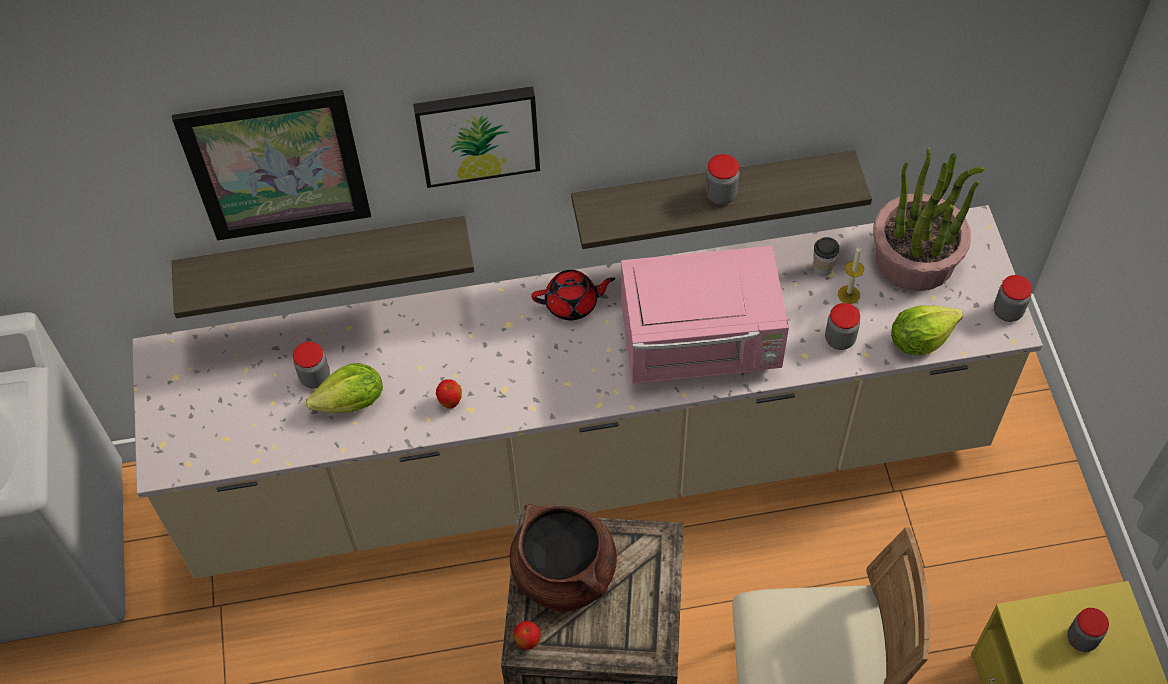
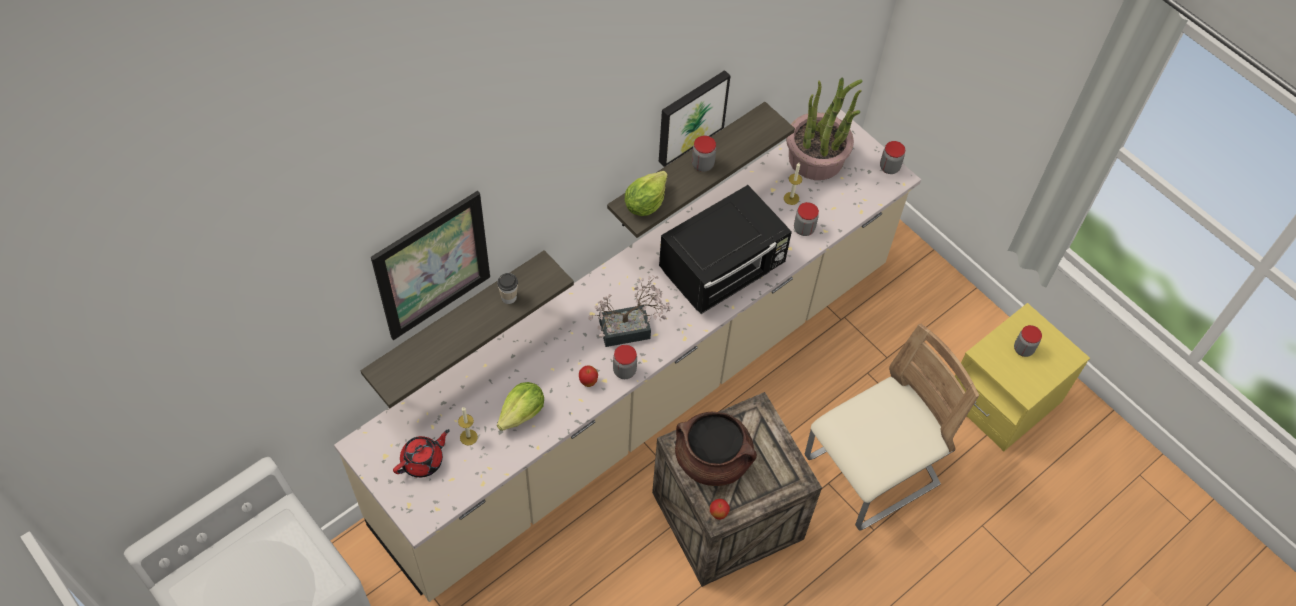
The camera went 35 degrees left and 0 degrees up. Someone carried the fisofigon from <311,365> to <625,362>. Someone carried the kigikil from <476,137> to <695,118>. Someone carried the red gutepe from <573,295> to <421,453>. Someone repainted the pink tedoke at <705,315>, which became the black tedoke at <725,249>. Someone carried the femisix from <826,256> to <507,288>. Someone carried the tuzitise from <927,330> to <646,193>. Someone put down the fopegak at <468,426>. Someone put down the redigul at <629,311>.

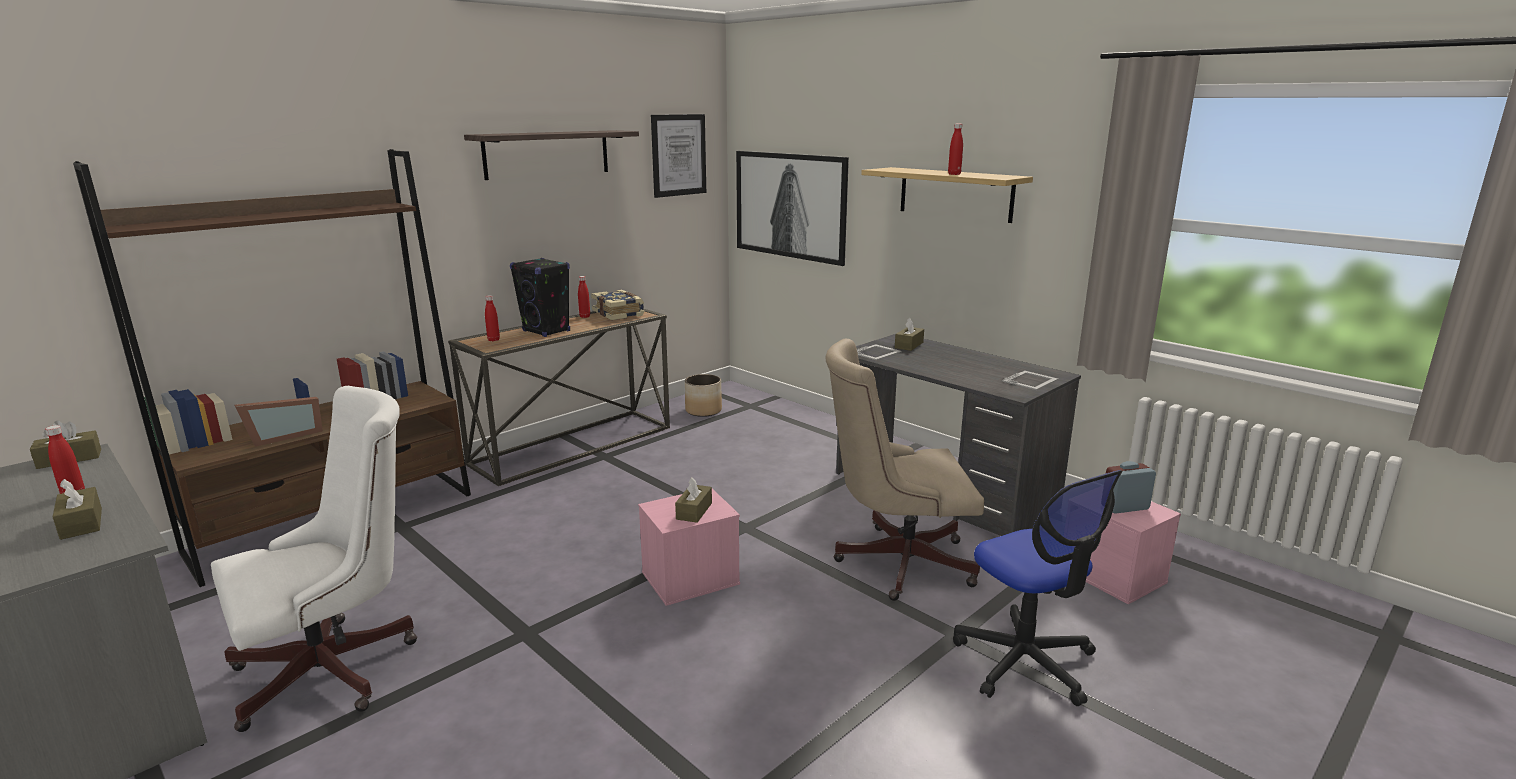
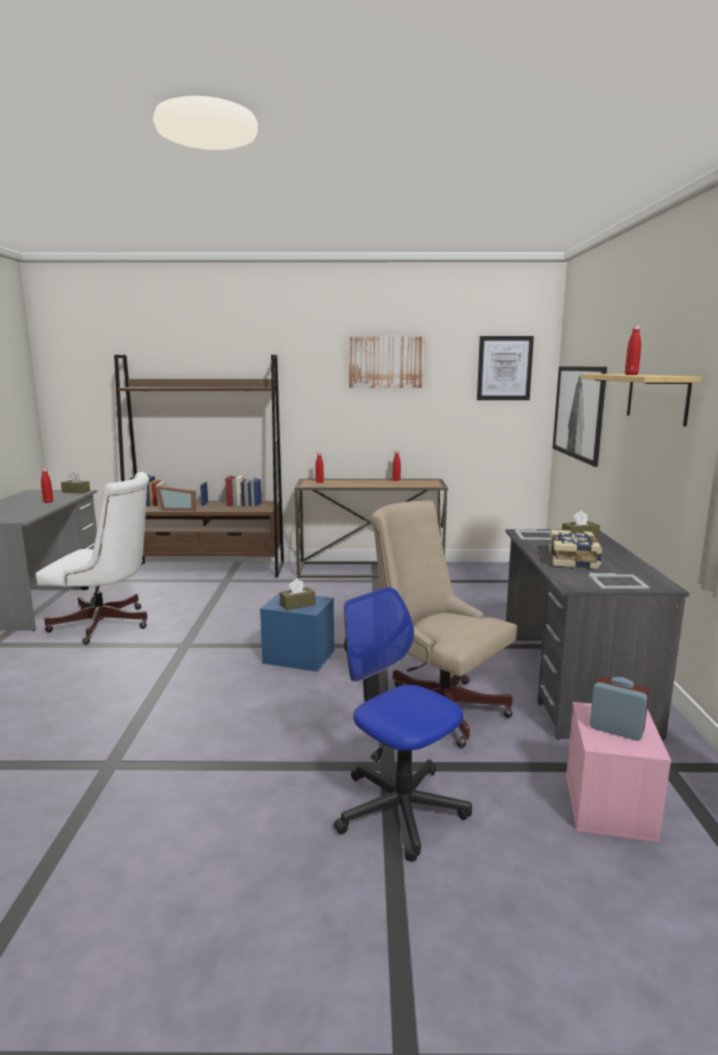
The camera went 45 degrees right and 5 degrees down. Someone took away the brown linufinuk at <77,509>. Someone swapped the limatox at <551,155> for the kigikil at <387,362>. Someone took away the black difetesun at <540,297>. Someone carried the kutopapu from <617,305> to <575,549>. Someone repainted the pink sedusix at <689,547>, which became the blue sedusix at <297,632>. Someone took away the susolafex at <703,395>. Someone rotated the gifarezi at <1038,588> by 120 degrees clockwise.

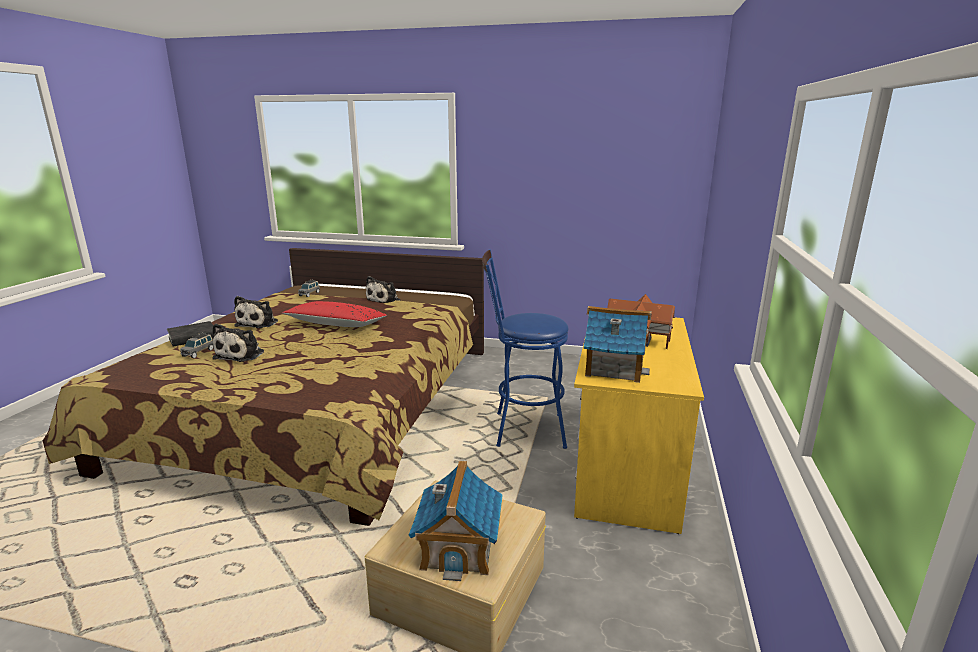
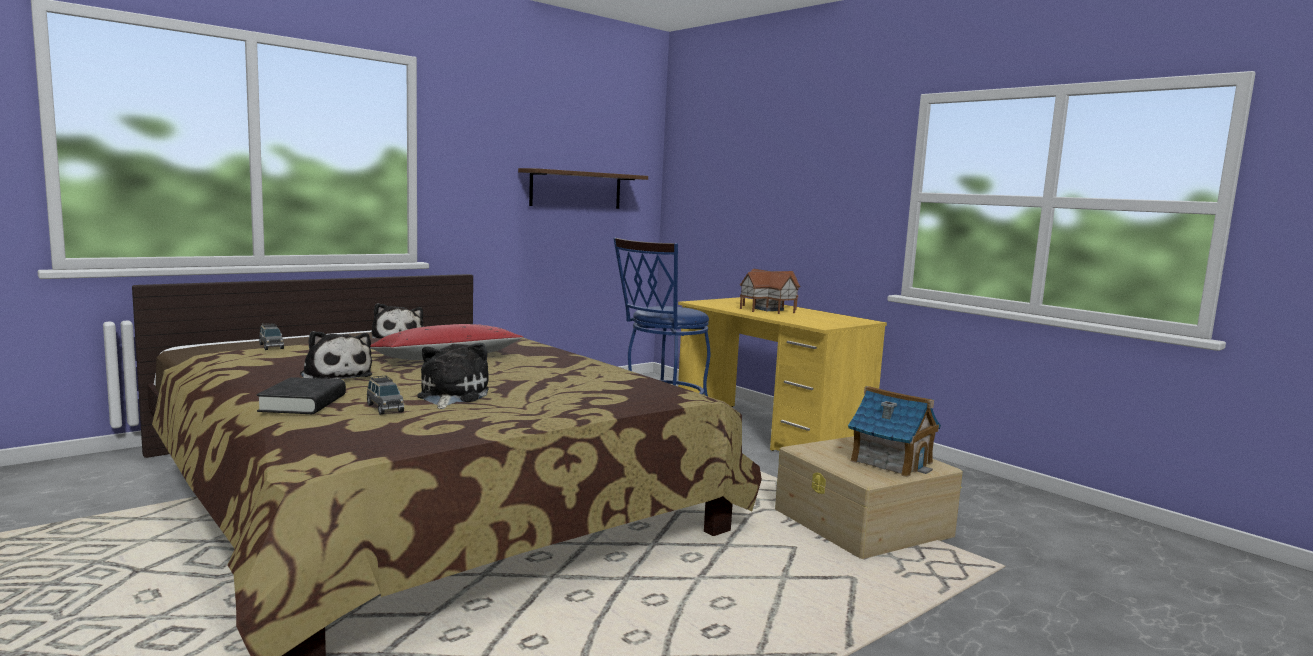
The camera went 55 degrees left and 10 degrees down. Someone rotated the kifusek at <238,342> by 135 degrees counterclockwise. Someone took away the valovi at <618,344>. Someone put up the brown limatox at <583,188>.

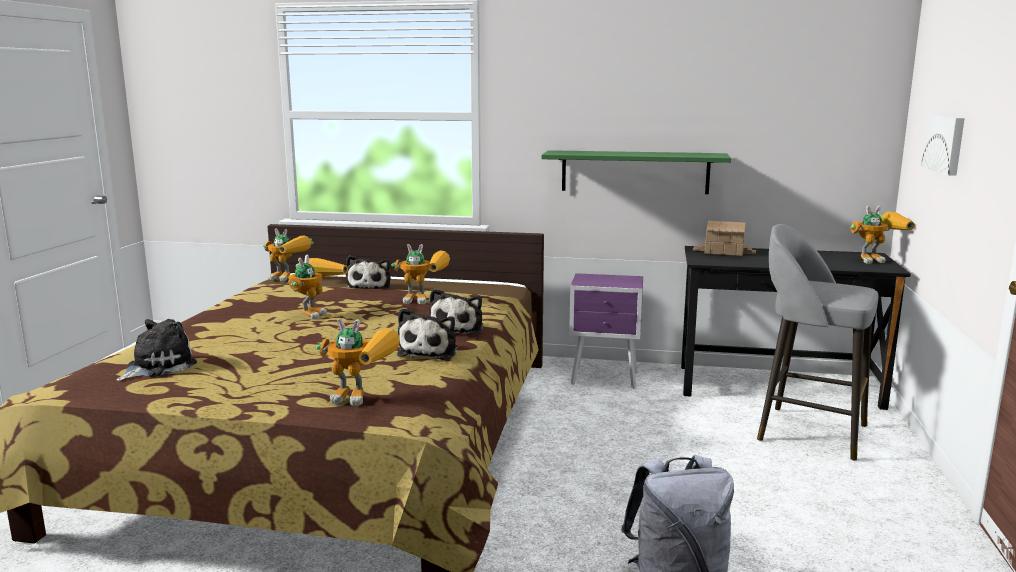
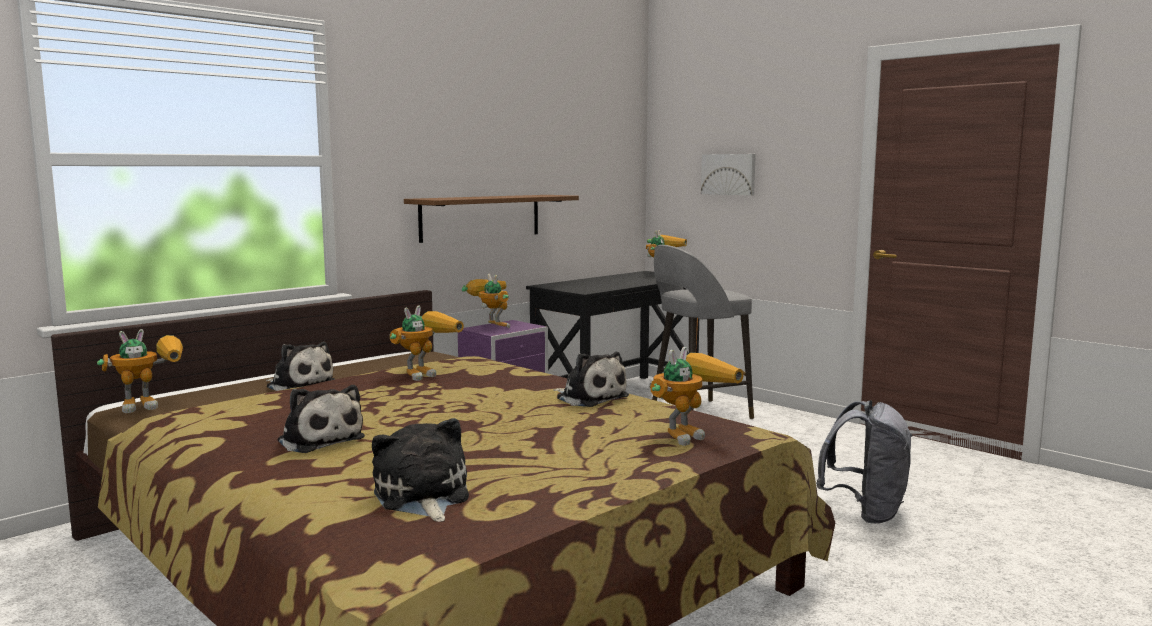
The camera went 55 degrees left and 5 degrees down. Someone carried the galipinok from <318,287> to <486,301>. Someone carried the kifusek from <456,311> to <321,419>. Someone repainted the green limatox at <636,172>, which became the brown limatox at <491,219>. Someone took away the valovi at <724,238>.

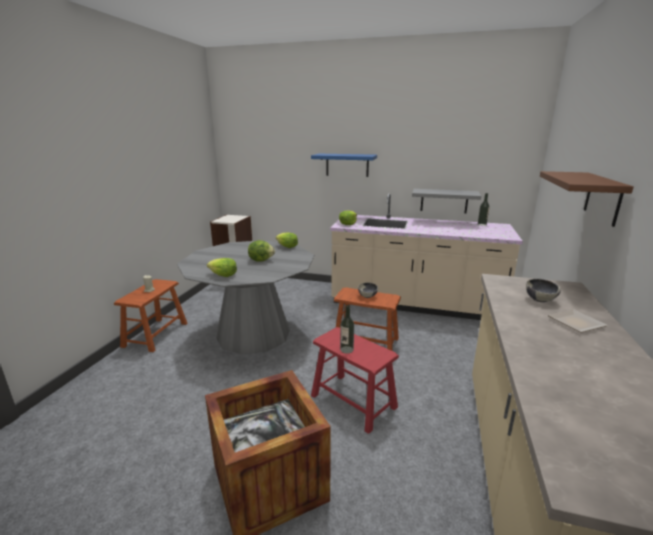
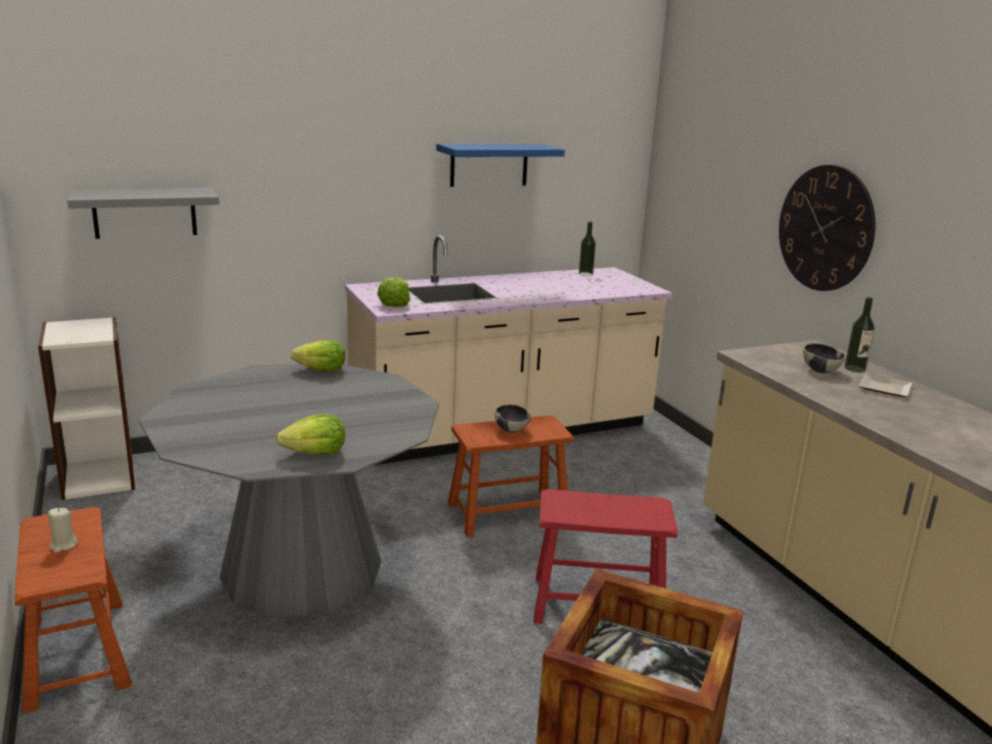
The camera went 40 degrees left and 0 degrees up. Someone took away the tuzitise at <261,251>. Someone carried the blue limatox from <344,165> to <500,165>. Someone carried the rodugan from <347,329> to <859,335>. Someone carried the grey limatox from <446,201> to <143,213>. Someone swapped the brown limatox at <587,199> for the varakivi at <827,228>.

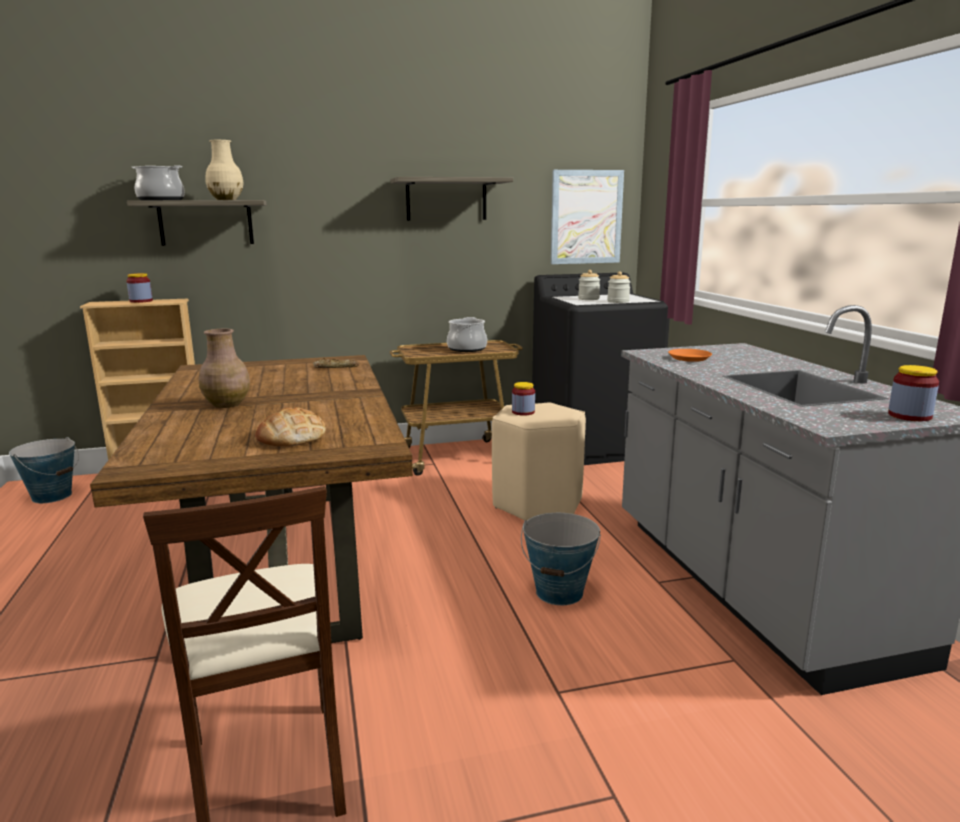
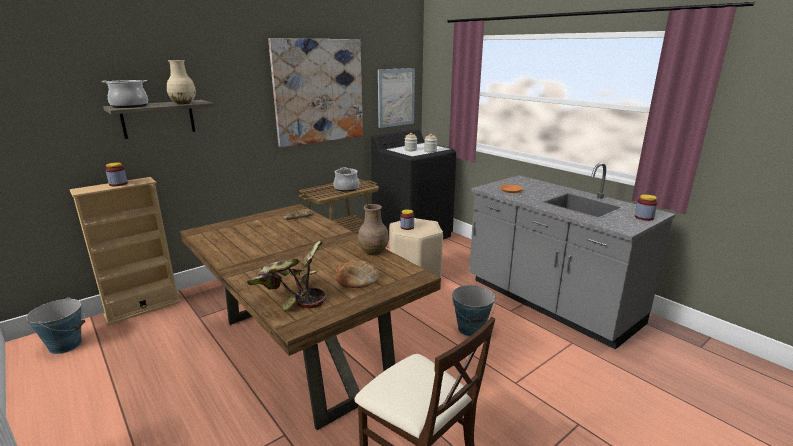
The camera went 25 degrees left and 5 degrees up. Someone carried the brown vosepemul from <224,368> to <373,229>. Someone swapped the limatox at <452,199> for the kigikil at <315,92>. Someone put down the redigul at <286,275>.

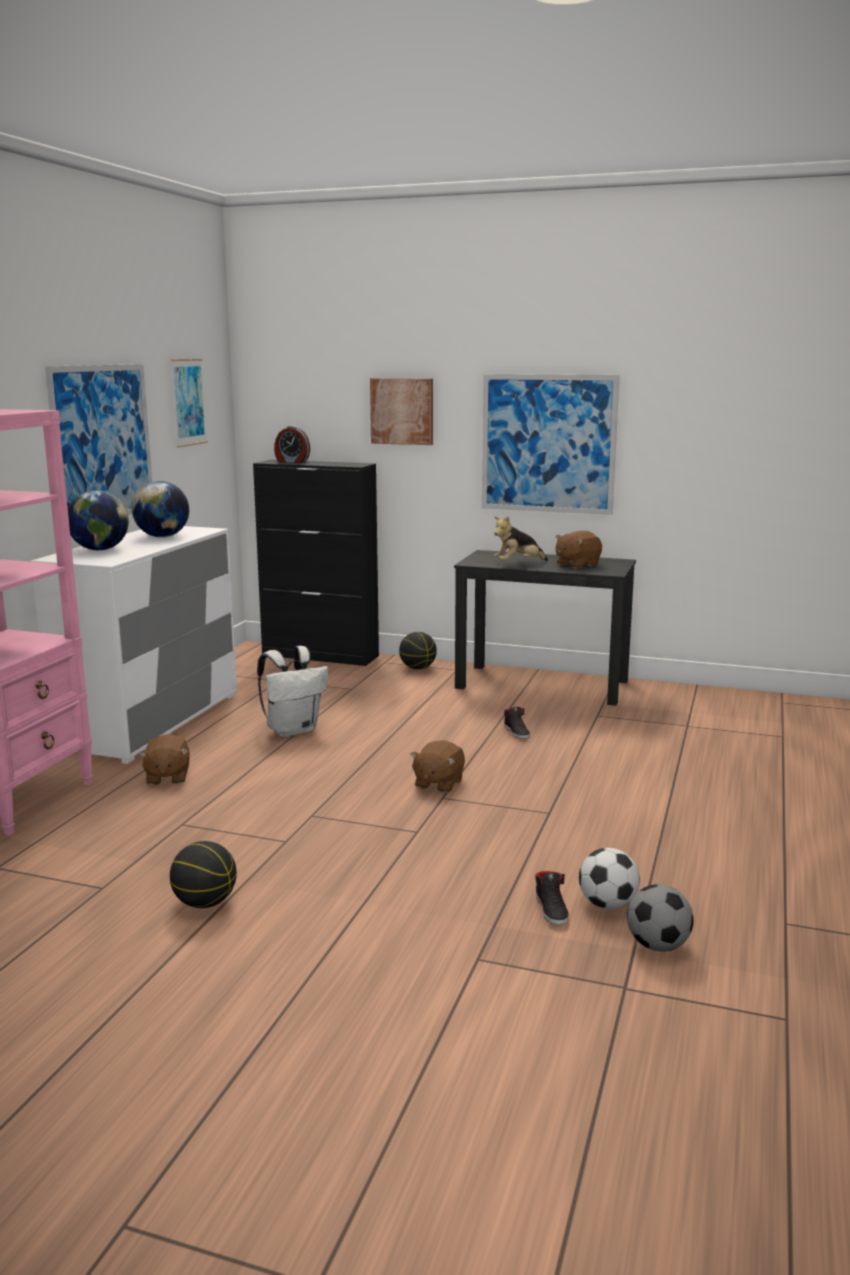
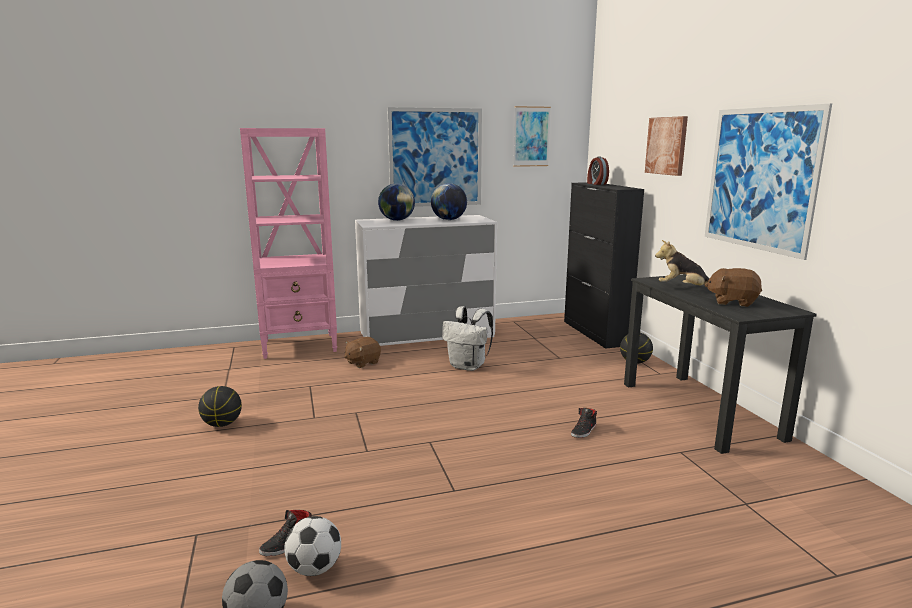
The camera went 55 degrees right and 0 degrees up. Someone took away the brown kifusek at <437,766>.

